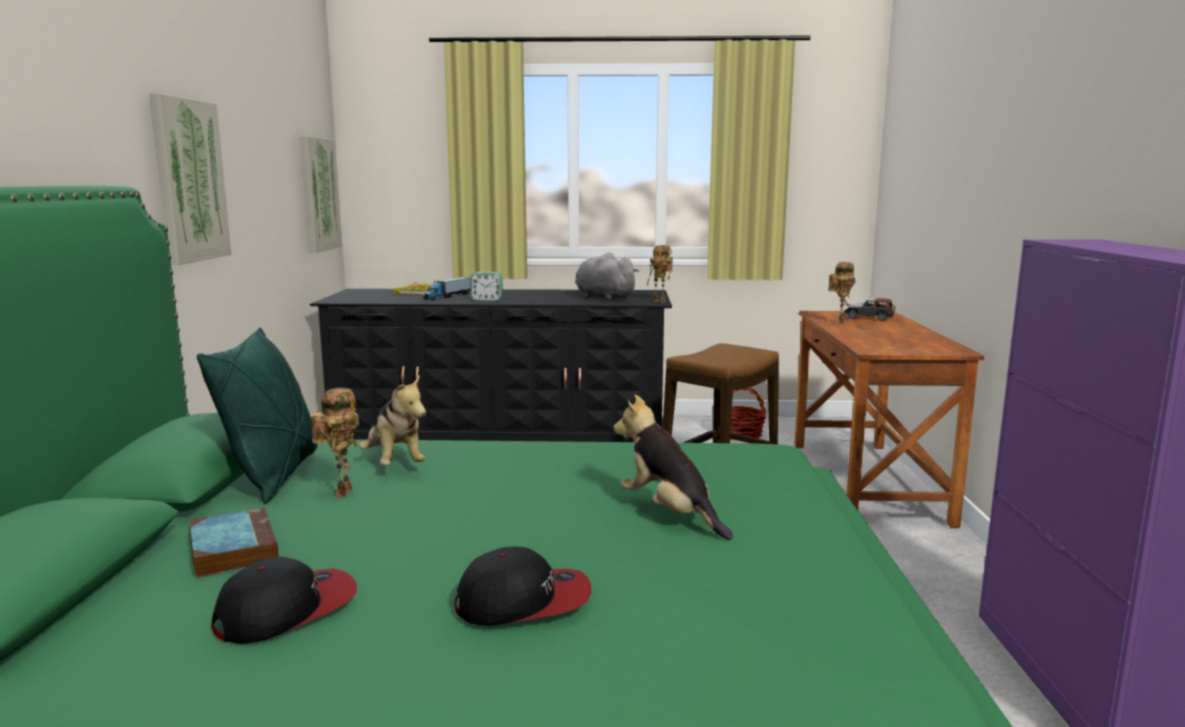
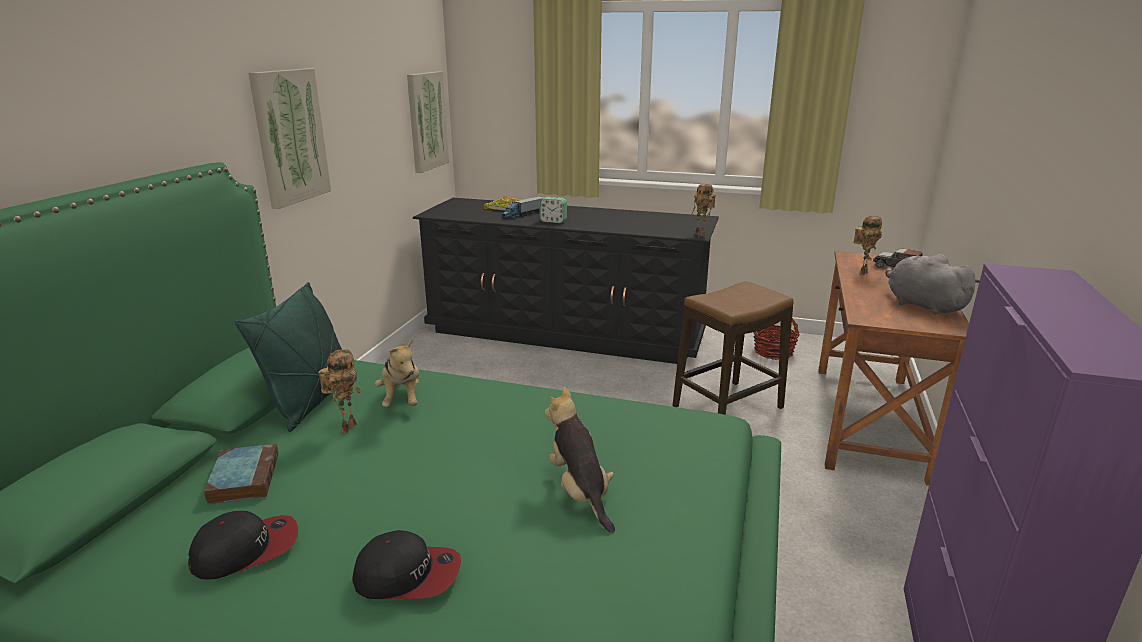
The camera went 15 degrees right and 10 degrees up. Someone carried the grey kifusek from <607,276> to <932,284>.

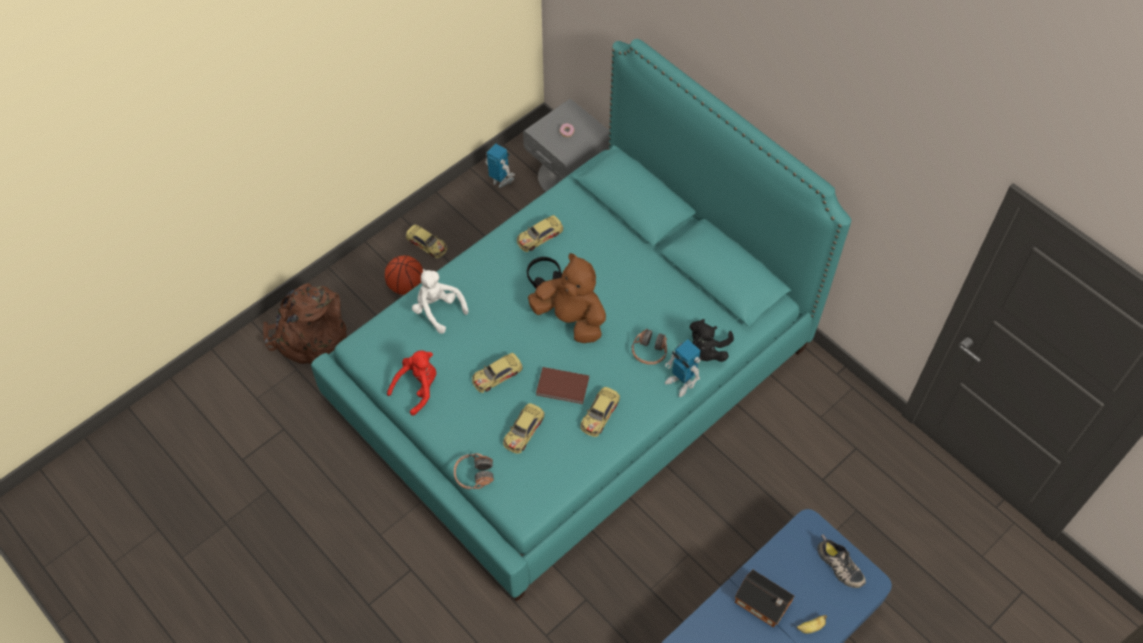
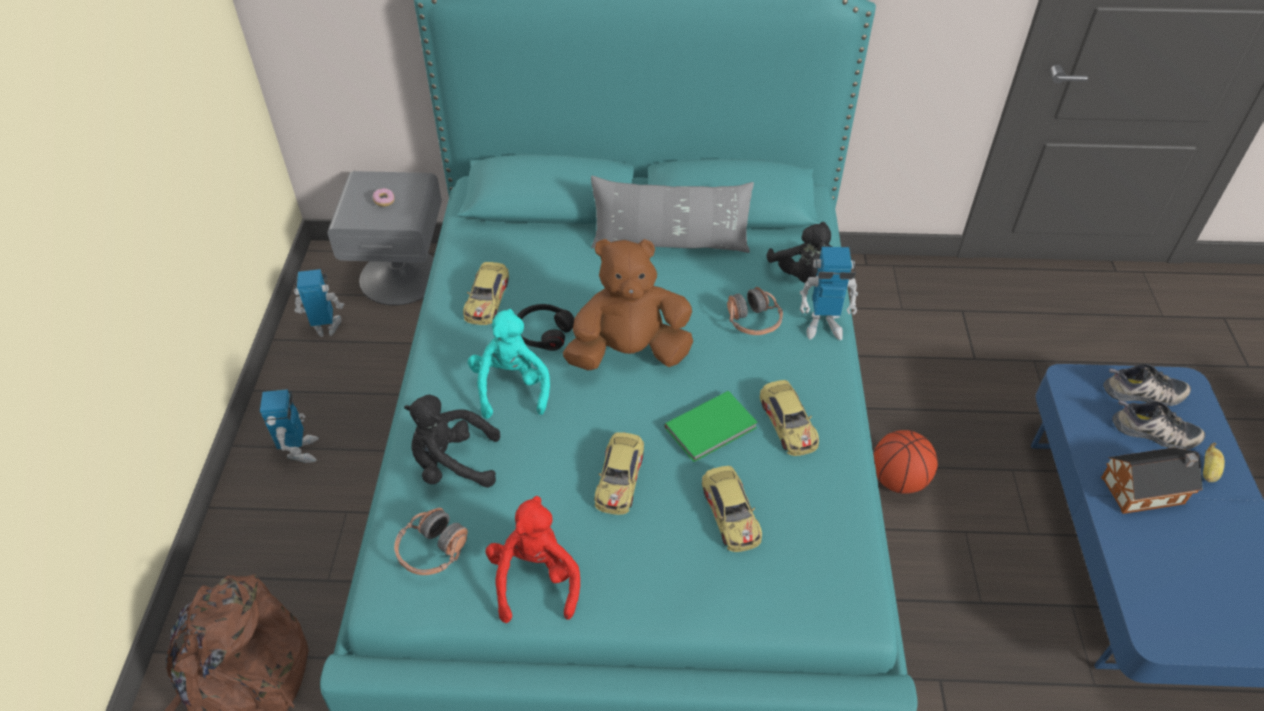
The camera went 45 degrees left and 10 degrees down. Someone carried the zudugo from <404,275> to <905,462>. Someone swapped the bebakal at <426,241> for the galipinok at <289,426>. Someone repainted the white kifusek at <440,301>, which became the black kifusek at <452,441>. Someone carried the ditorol from <474,471> to <431,541>. Someone repainted the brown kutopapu at <562,385>, which became the green kutopapu at <711,426>. Someone put down the turquoise kifusek at <509,364>. Someone put down the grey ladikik at <672,214>. Someone put down the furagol at <1158,425>.

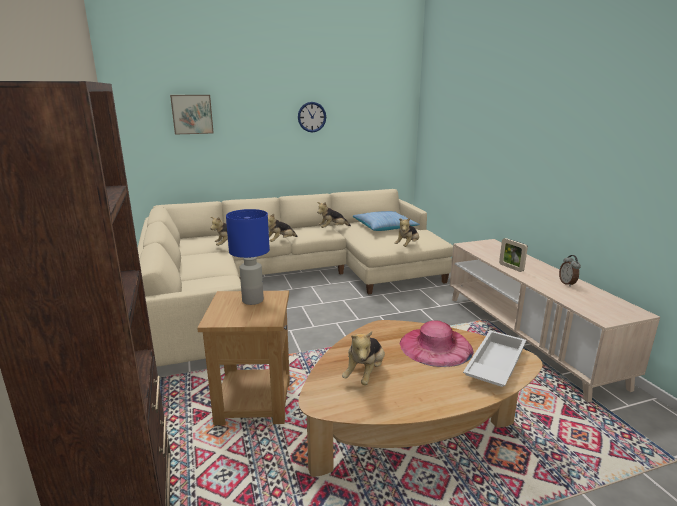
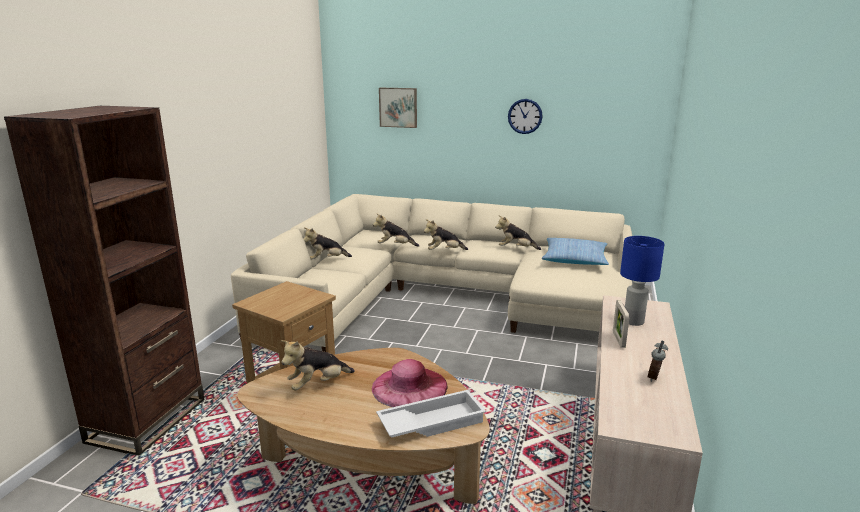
The camera went 35 degrees right and 0 degrees up. Someone carried the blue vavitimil from <248,257> to <642,281>. Someone carried the kifusek from <406,232> to <328,243>.

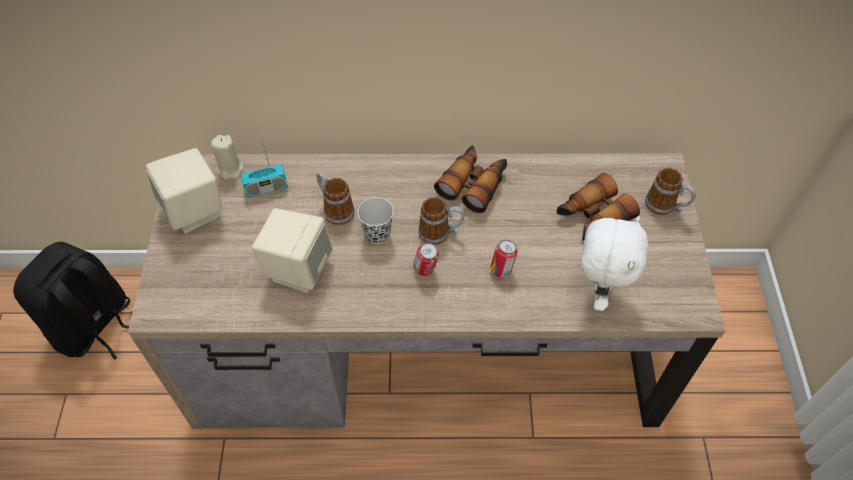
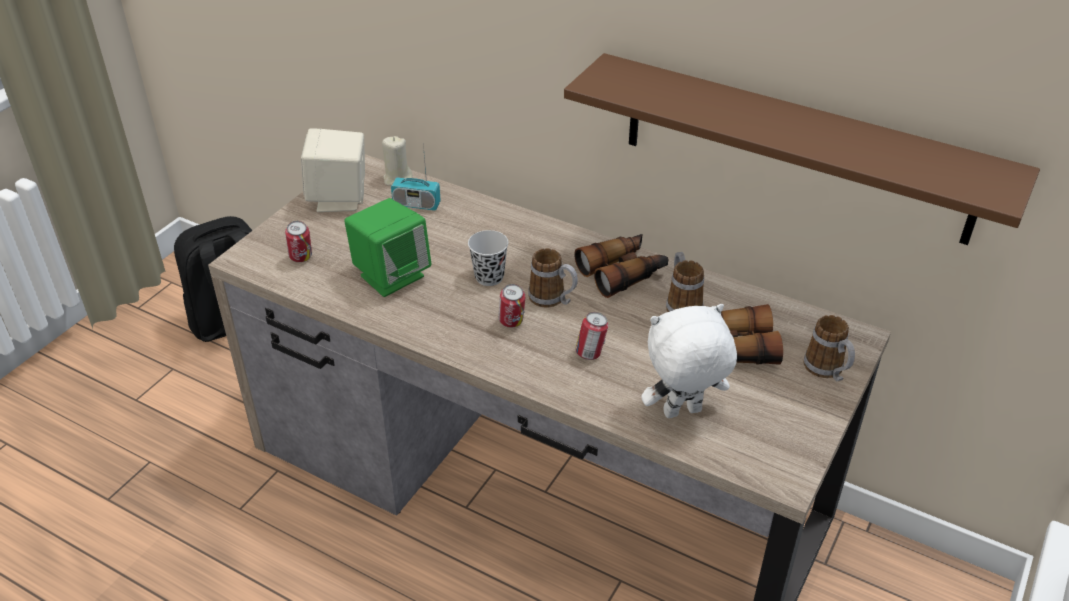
The camera went 30 degrees right and 15 degrees down. Someone repainted the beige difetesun at <292,250>, which became the green difetesun at <388,247>. Someone carried the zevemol from <335,198> to <685,282>. Someone rotated the white kifusek at <614,263> by 150 degrees counterclockwise. Someone put down the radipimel at <298,241>. Someone put up the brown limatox at <802,149>.

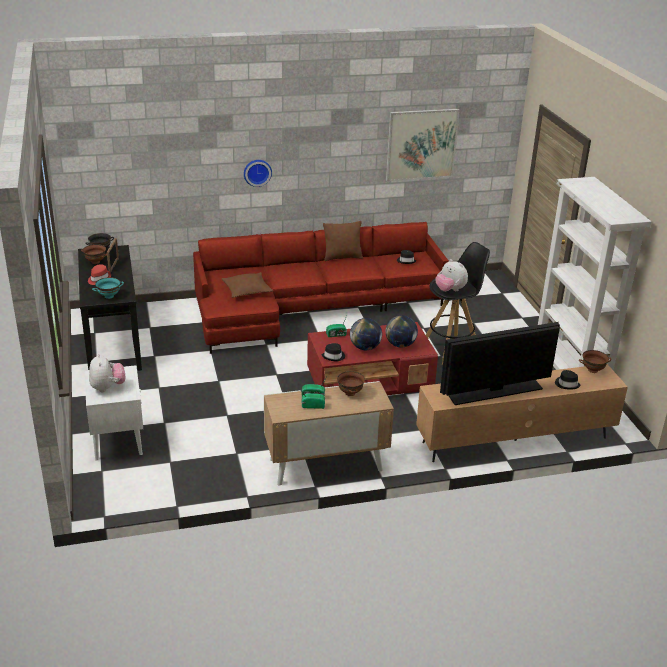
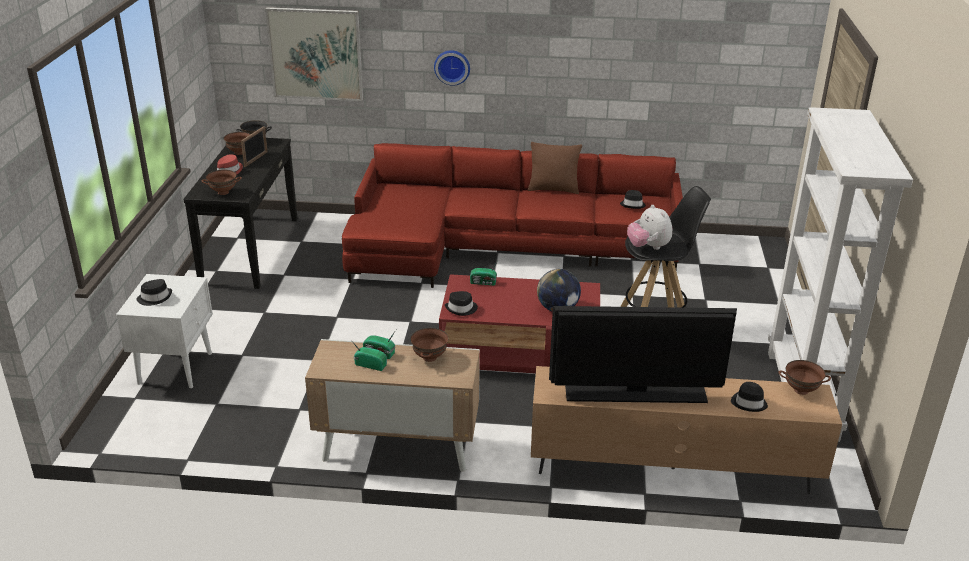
The camera went 20 degrees right and 0 degrees up. Someone swapped the kifusek at <107,373> for the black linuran at <154,292>. Someone repainted the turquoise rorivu at <108,288>, which became the brown rorivu at <221,182>. Someone took away the brown ladikik at <247,285>. Someone took away the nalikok at <366,334>. Someone carried the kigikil from <423,145> to <314,54>.

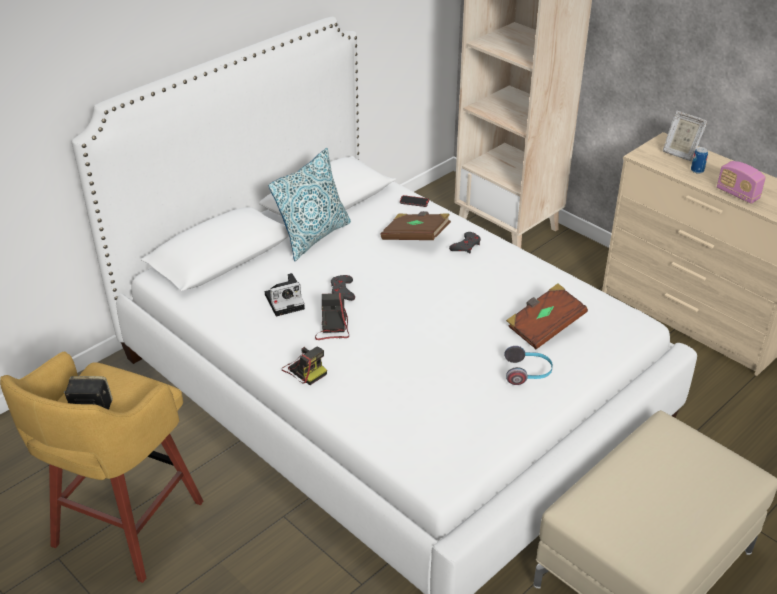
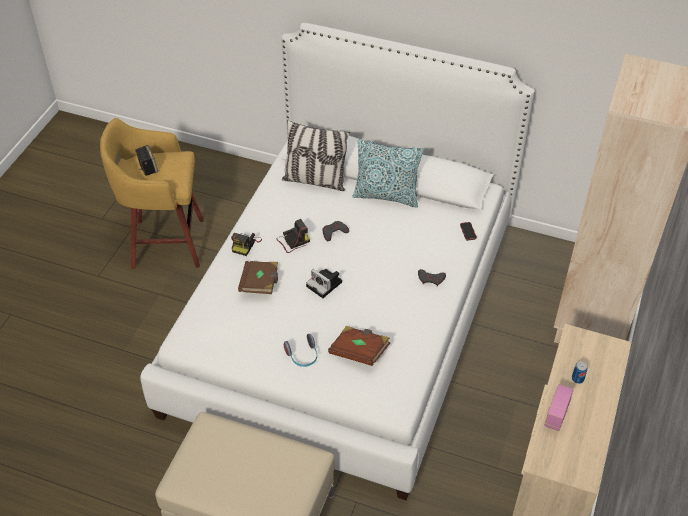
The camera went 65 degrees right and 10 degrees up. Someone carried the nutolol from <285,294> to <324,283>. Someone carried the brown kutopapu from <416,225> to <258,277>. Someone took away the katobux at <685,136>. Someone put down the ladikik at <316,155>.

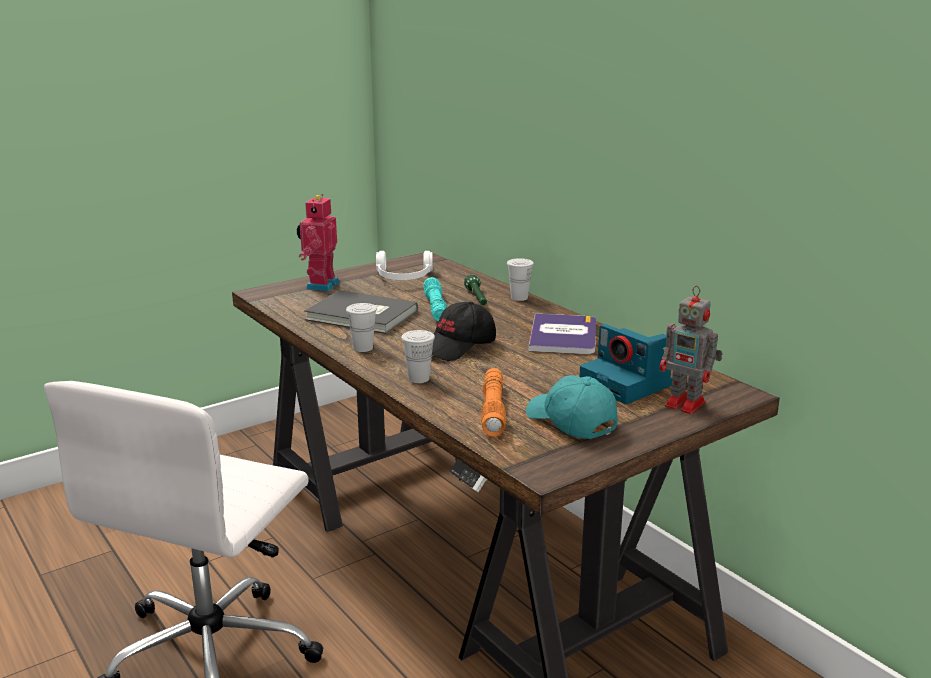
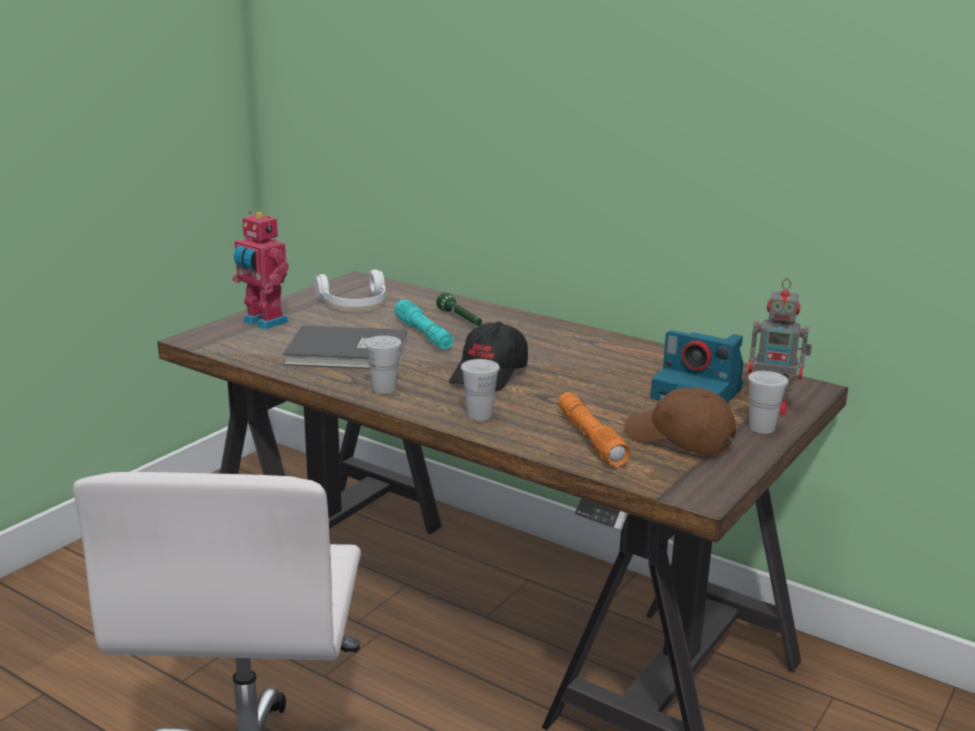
The camera went 20 degrees left and 0 degrees up. Someone rotated the galipinok at <318,242> by 45 degrees counterclockwise. Someone carried the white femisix from <520,279> to <768,402>. Someone repainted the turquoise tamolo at <572,407>, which became the brown tamolo at <680,421>. Someone took away the kutopapu at <562,333>.

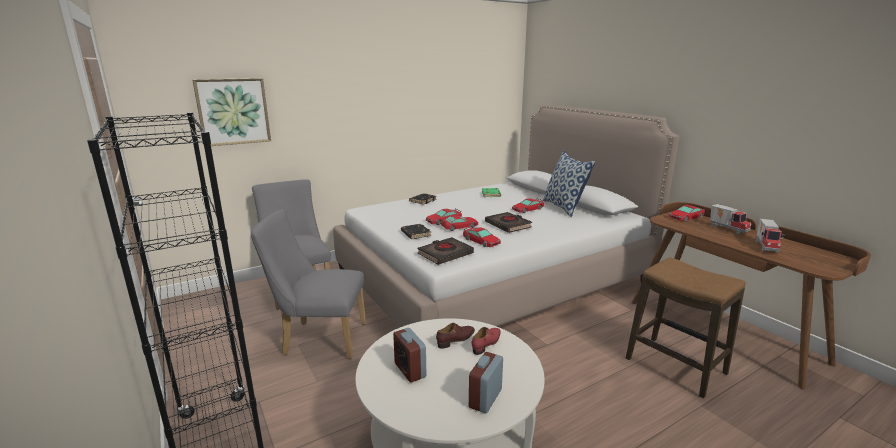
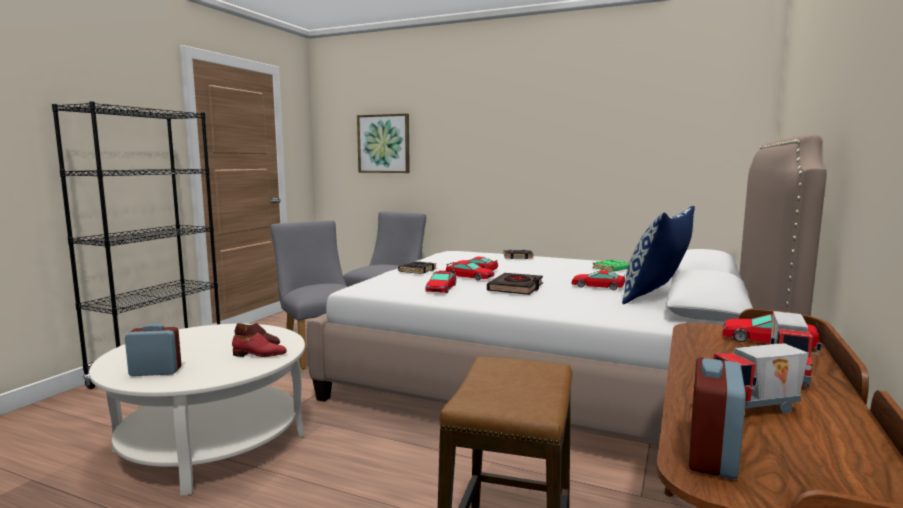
The camera went 55 degrees right and 10 degrees down. Someone carried the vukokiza from <410,355> to <717,418>. Someone took away the black kutopapu at <445,251>.

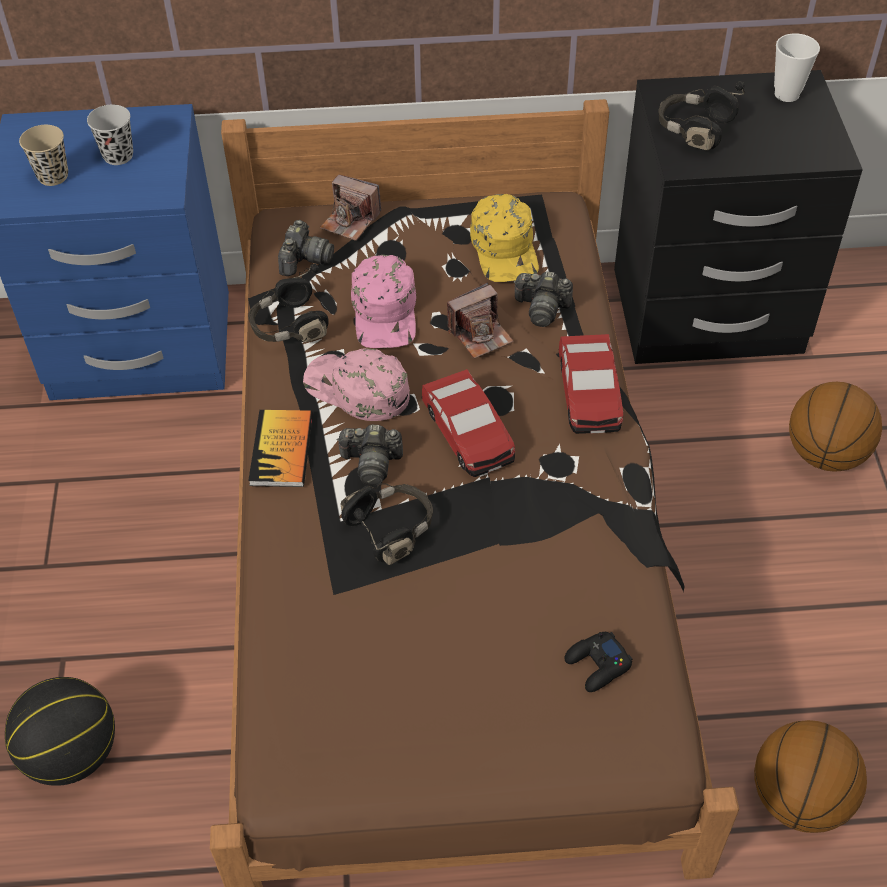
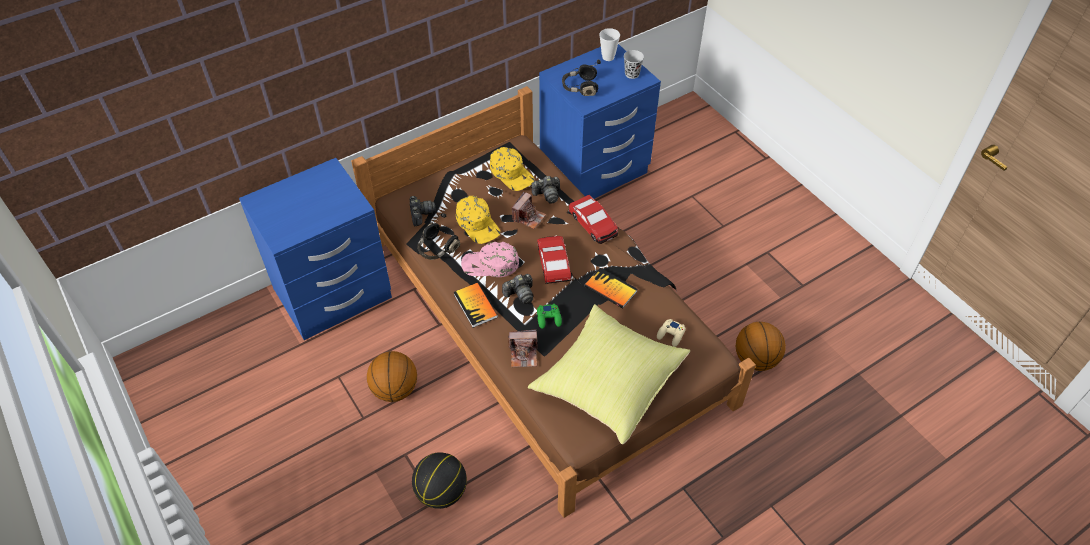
The camera went 30 degrees left and 0 degrees up. Someone took away the beige femisix at <43,155>. Someone carried the black femisix from <110,134> to <634,64>. Someone carried the nutolol from <350,207> to <523,348>. Someone swapped the black ditorol at <387,524> for the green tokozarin at <549,316>. Someone repainted the pink tamolo at <383,301>, which became the yellow tamolo at <478,220>. Someone rotated the bebakal at <468,423> by 135 degrees counterclockwise. Someone repainted the black tokozarin at <598,662>, which became the beige tokozarin at <671,333>. Someone repainted the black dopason at <738,217>, which became the blue dopason at <600,121>. Someone carried the zudugo from <835,427> to <392,376>. Someone put down the yellow ladikik at <609,374>. Someone put down the kutopapu at <610,288>.

